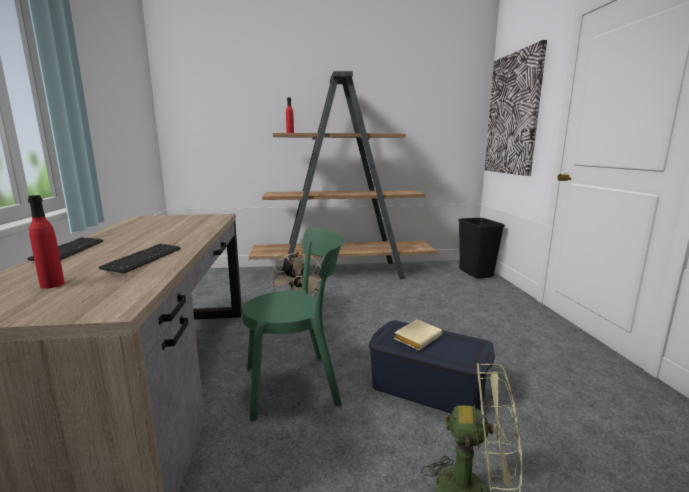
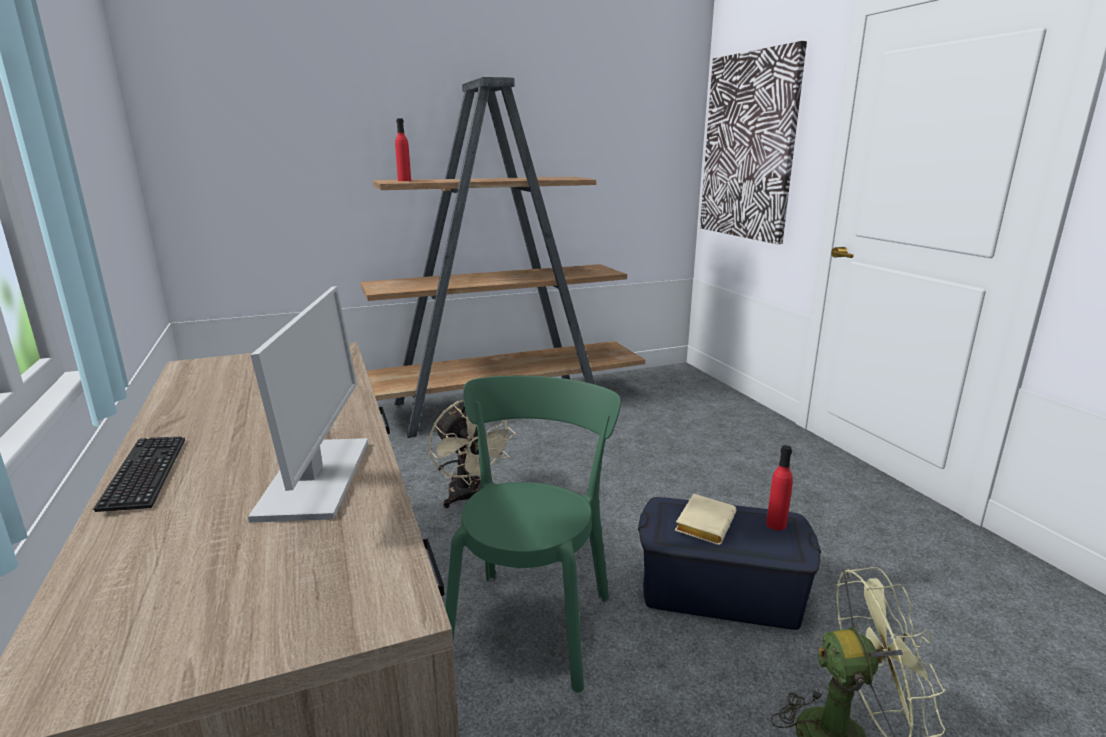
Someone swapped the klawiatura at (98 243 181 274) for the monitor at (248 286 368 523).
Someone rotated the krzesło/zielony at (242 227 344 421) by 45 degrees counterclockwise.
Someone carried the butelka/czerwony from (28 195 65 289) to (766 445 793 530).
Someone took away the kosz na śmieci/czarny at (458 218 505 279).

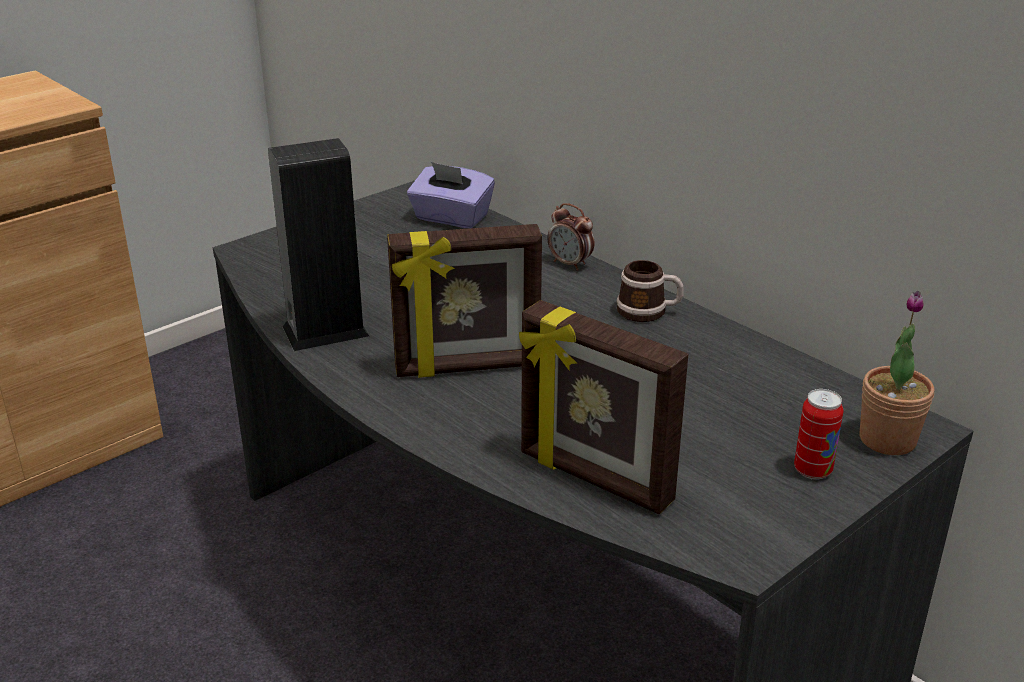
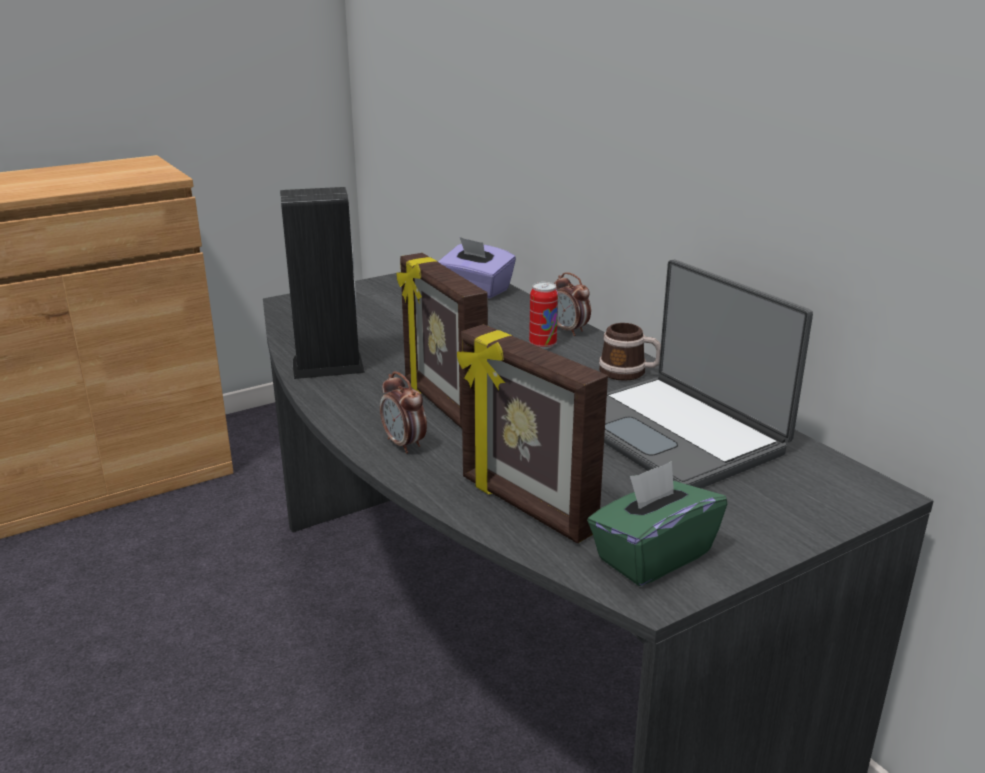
Someone put down the budzik at (380 372 427 453).
Someone rotated the ramka na zdjęcie at (387 224 542 378) by 60 degrees clockwise.
Someone carried the puszka from (794 389 844 480) to (529 282 558 349).
Someone put down the pudełko chusteczek/zielony at (587 461 728 586).
Someone put down the laptop at (604 259 813 488).
Someone took away the roślina doniczkowa at (859 291 934 455).

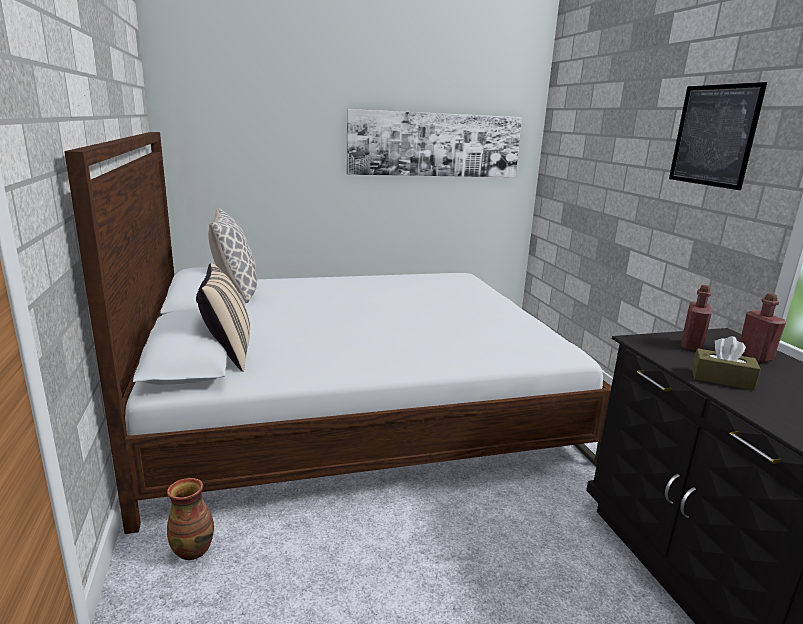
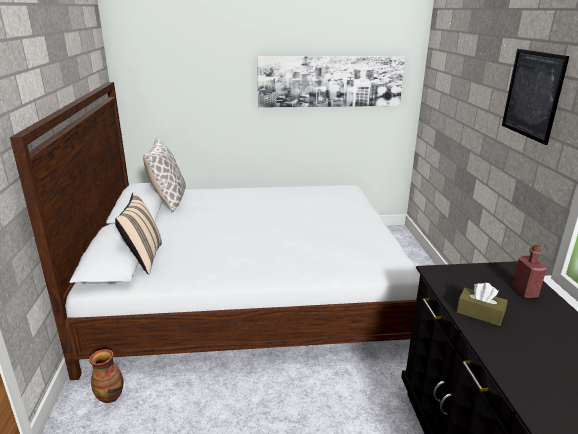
Someone took away the butelka/czerwony at (681 285 711 351).

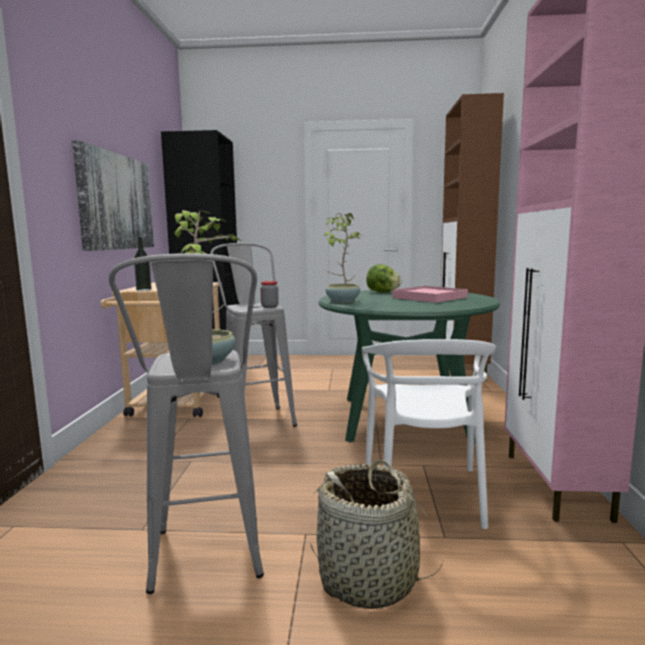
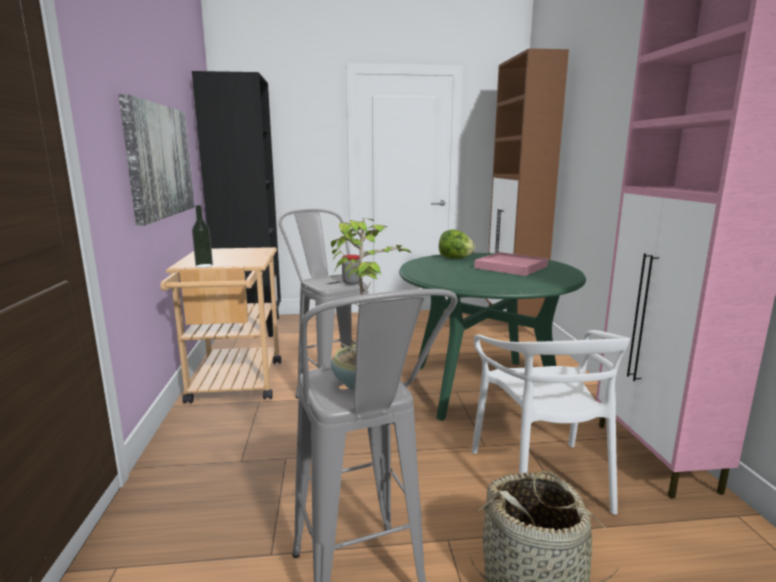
Someone took away the roślina doniczkowa at (324 213 361 303).

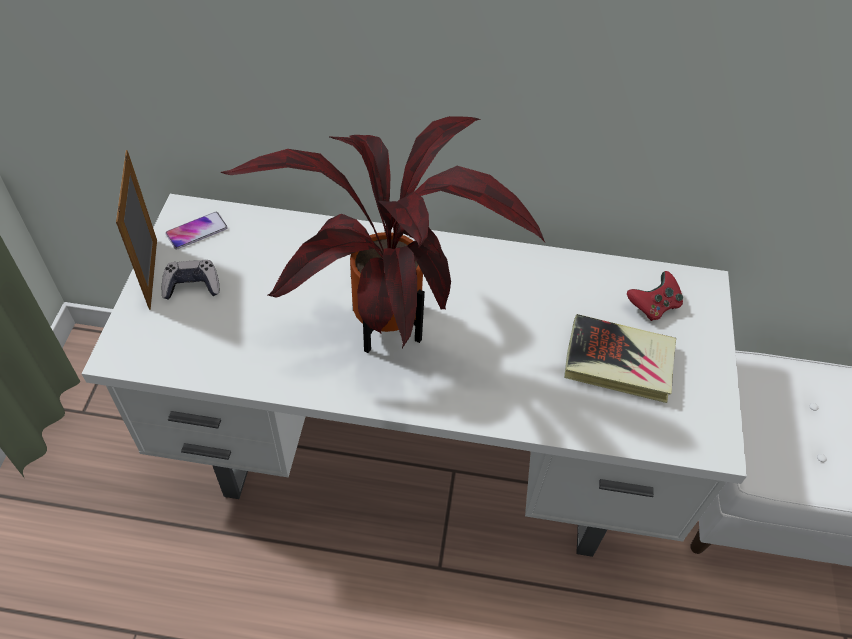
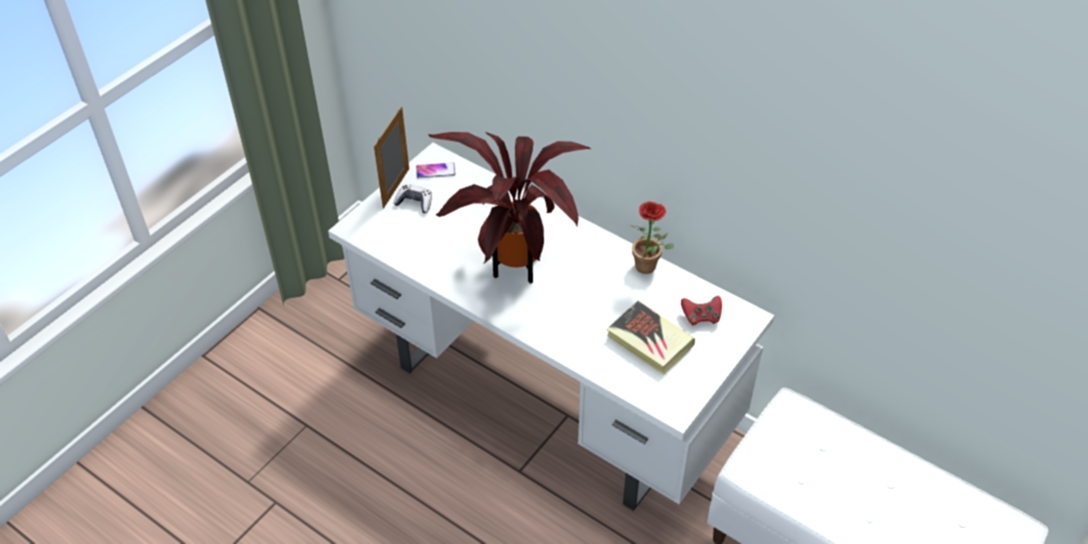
Someone put down the roślina doniczkowa at (630 202 674 274).

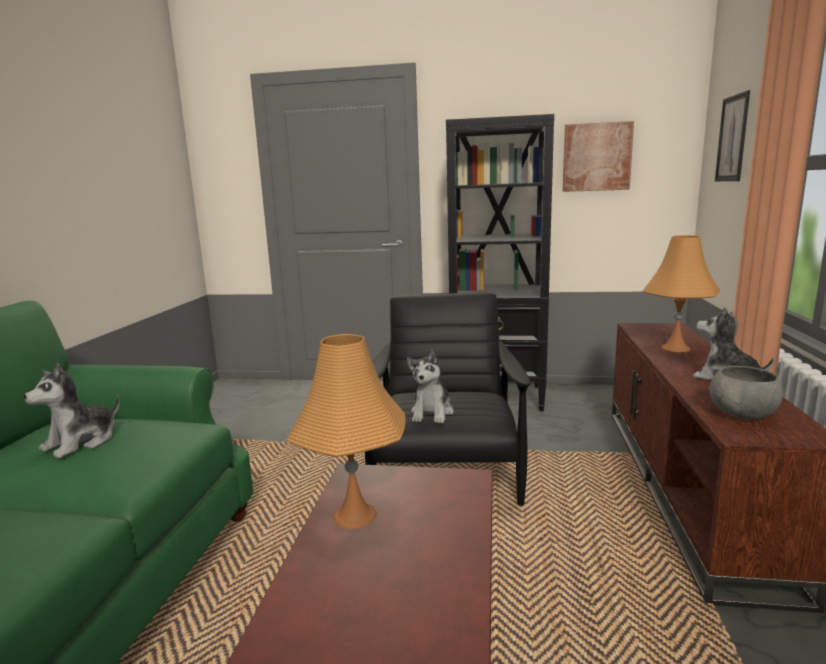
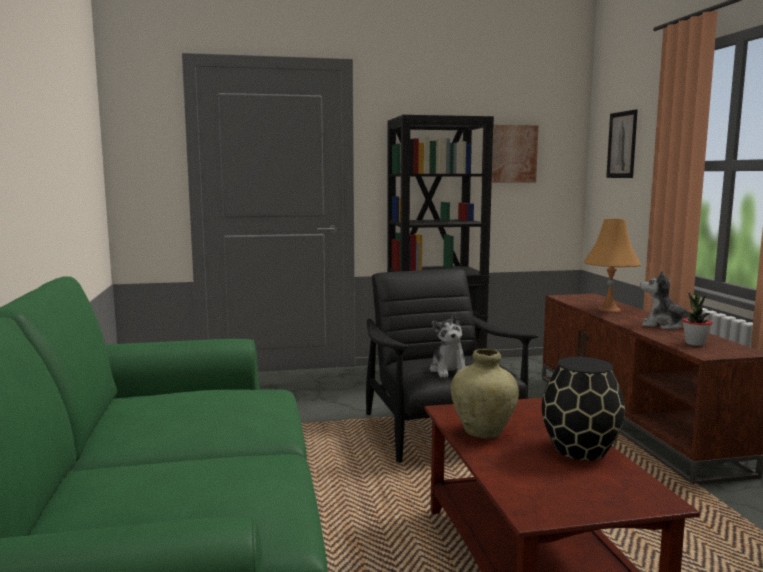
Someone swapped the lampa stołowa/pomarańczowy at (287 334 406 529) for the wazon/beżowy at (451 349 519 438).
Someone put down the wazon/czarny at (542 357 625 461).
Someone swapped the miska/szary at (709 366 783 419) for the roślina doniczkowa at (682 292 712 346).
Someone took away the pluszak at (24 363 120 458).

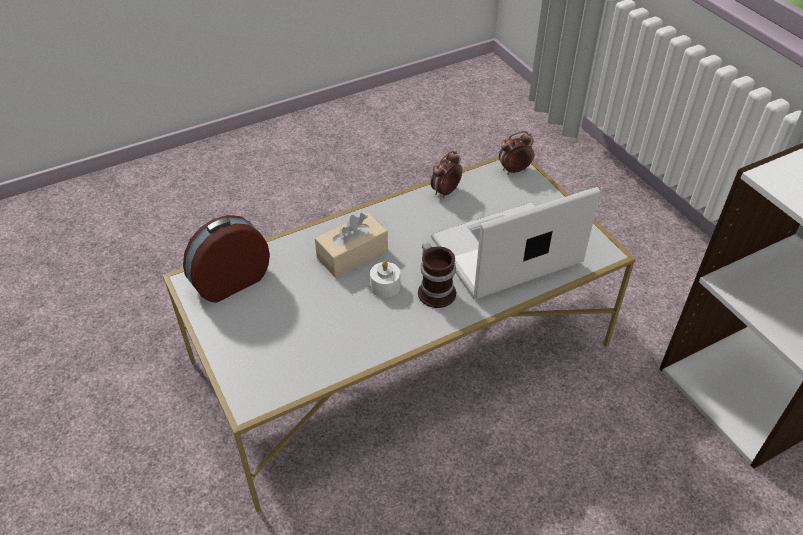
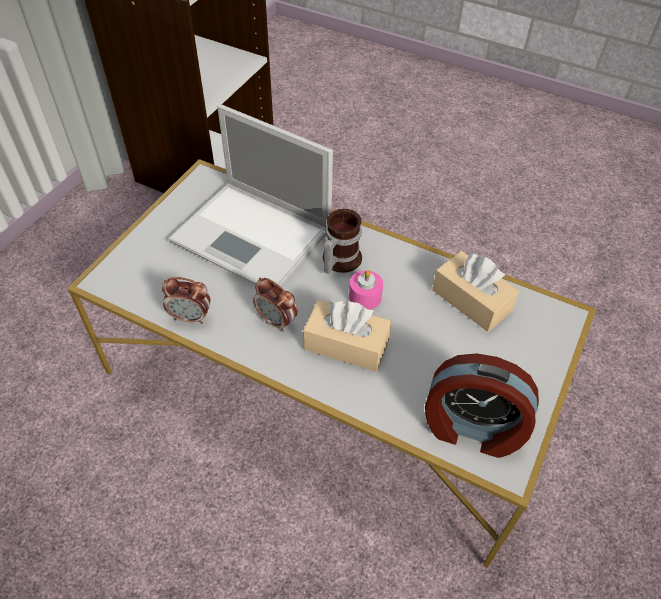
Someone carried the budzik from (499 131 534 174) to (253 278 298 332).
Someone repainted the świeca/biały at (370 261 401 298), which became the świeca/różowy at (349 270 383 310).
Someone put down the pudełko chusteczek/beżowy at (432 251 519 332).

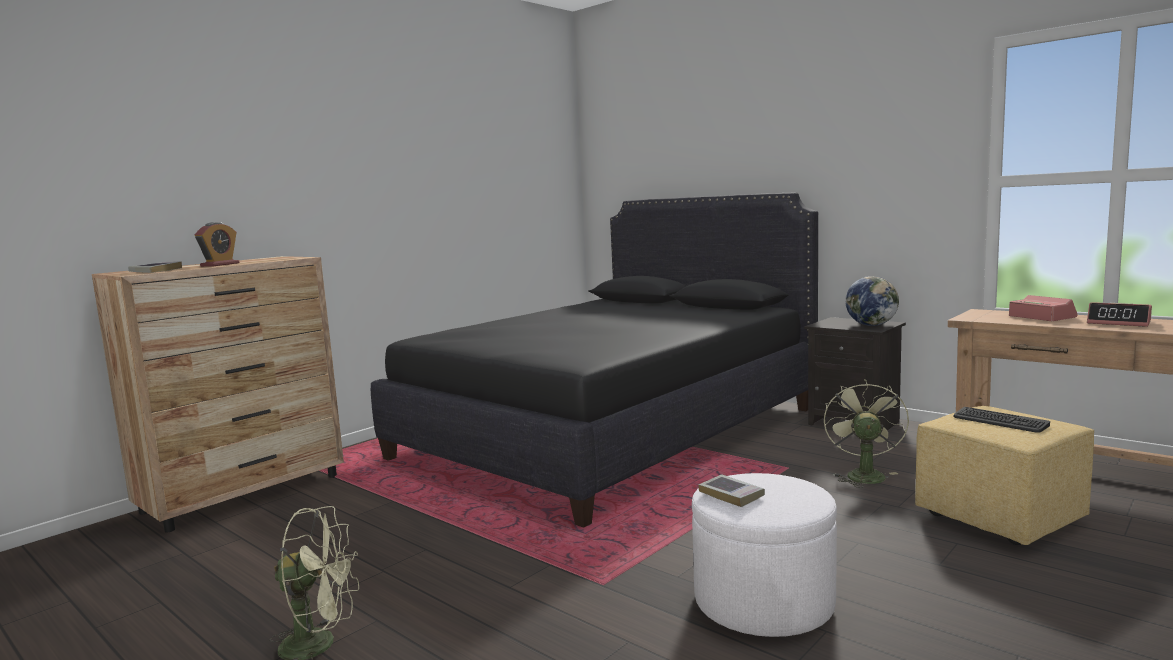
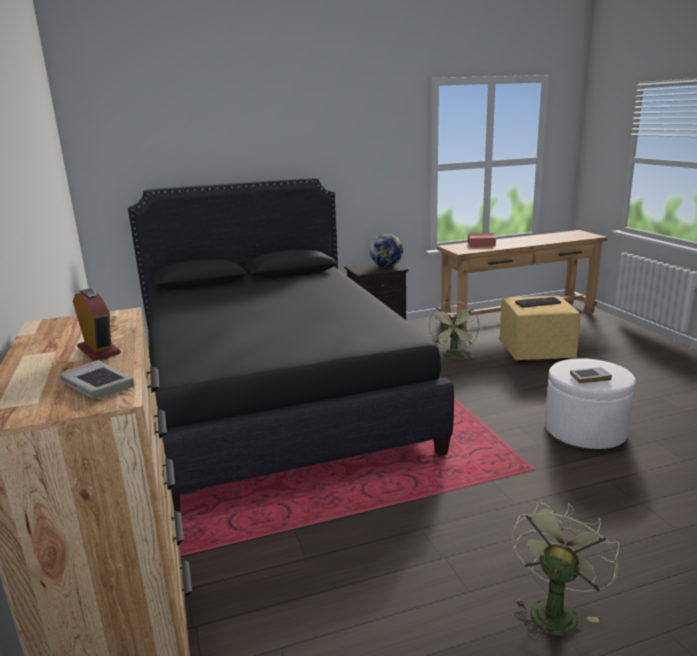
Someone rotated the wentylator/zielony at (824 379 909 488) by 120 degrees counterclockwise.
Someone took away the budzik at (1087 302 1152 327).

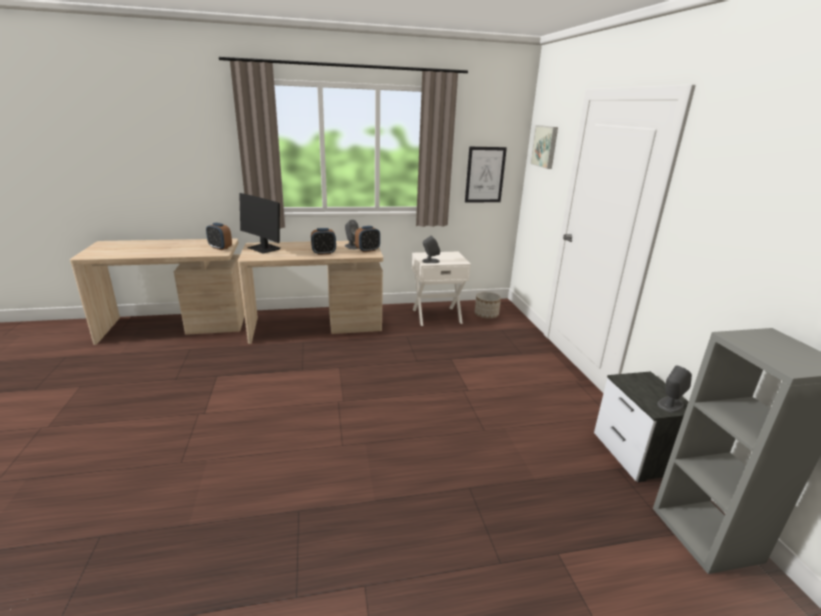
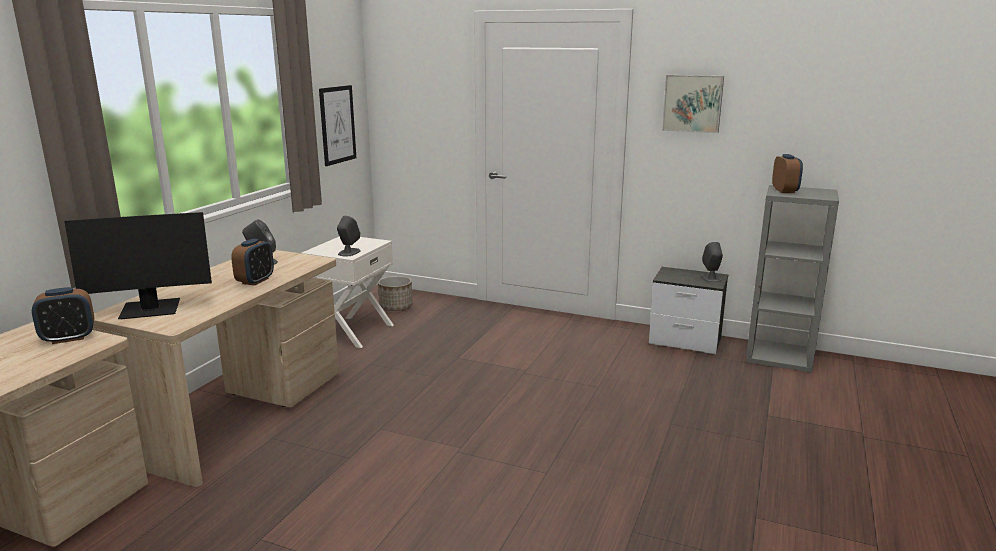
Someone carried the obraz from (530 125 558 169) to (662 75 724 133).
Someone carried the budzik from (355 226 380 252) to (772 154 803 193).

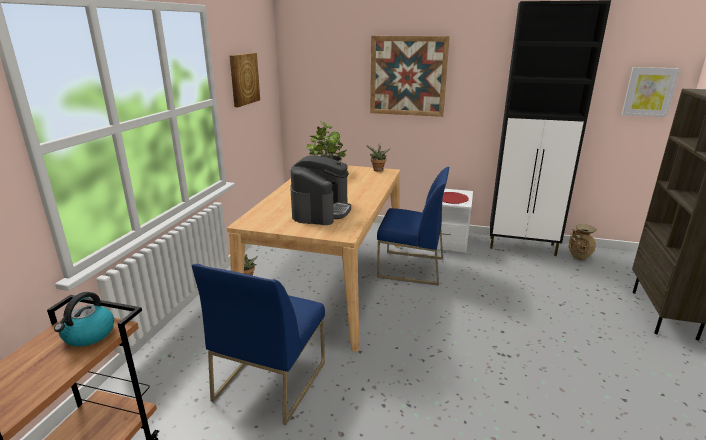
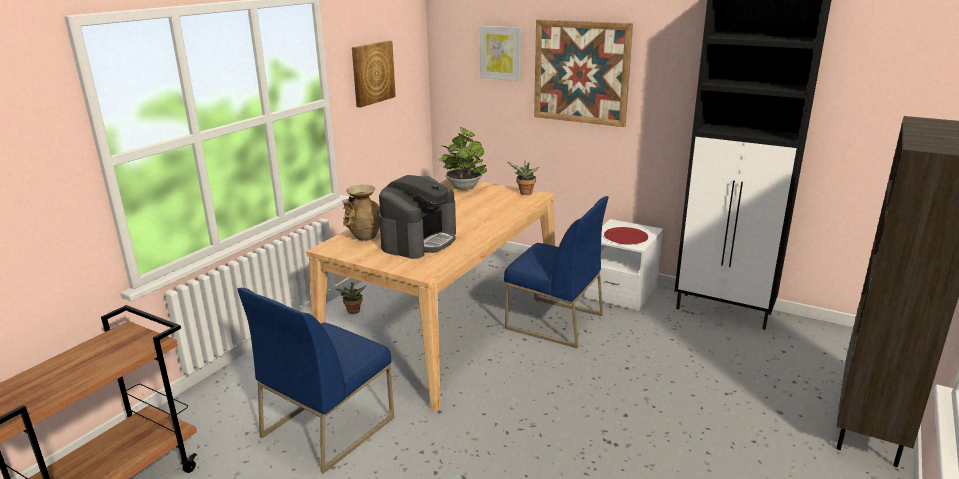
Someone carried the wazon/beżowy from (568 224 597 260) to (342 185 380 241).
Someone carried the obraz from (622 67 680 117) to (480 26 521 82).
Someone took away the czajnik at (54 292 114 347).

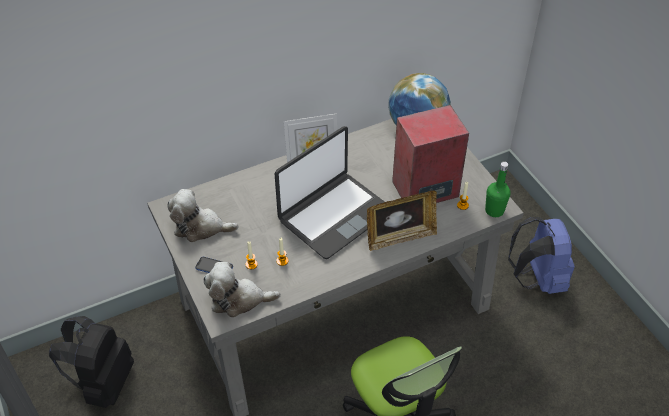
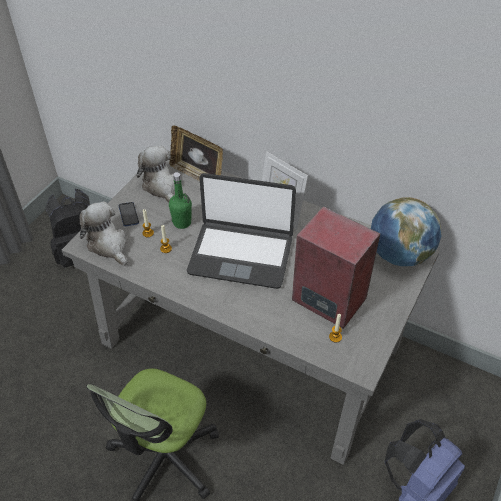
Someone carried the butelka/zielony from (485 162 510 217) to (169 172 192 229).
Someone carried the ramka na zdjęcie from (367 191 437 251) to (170 125 223 181).

